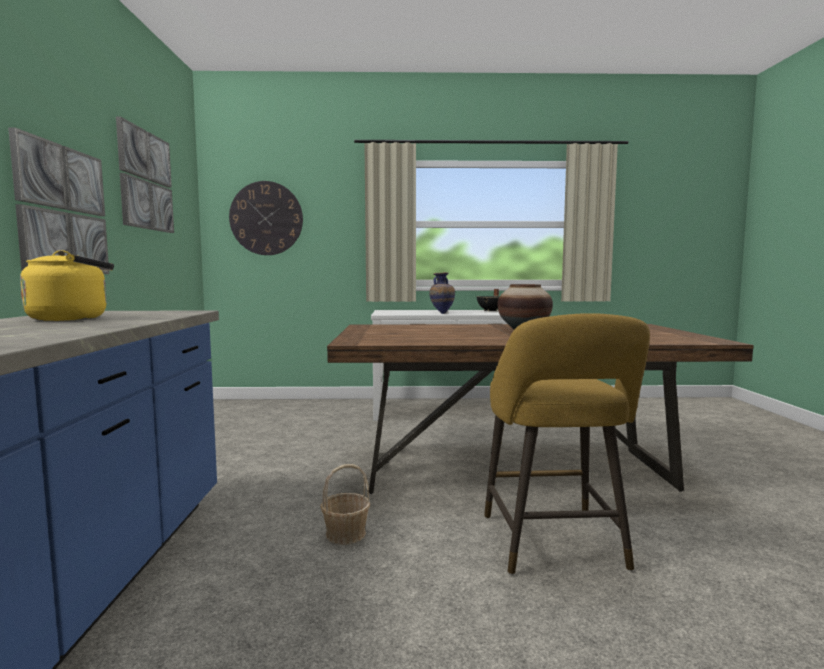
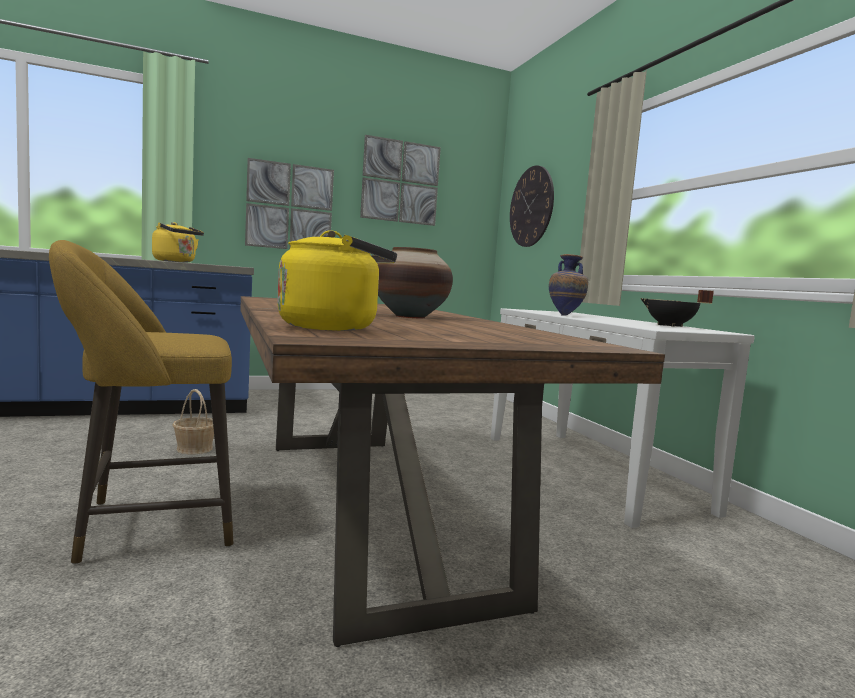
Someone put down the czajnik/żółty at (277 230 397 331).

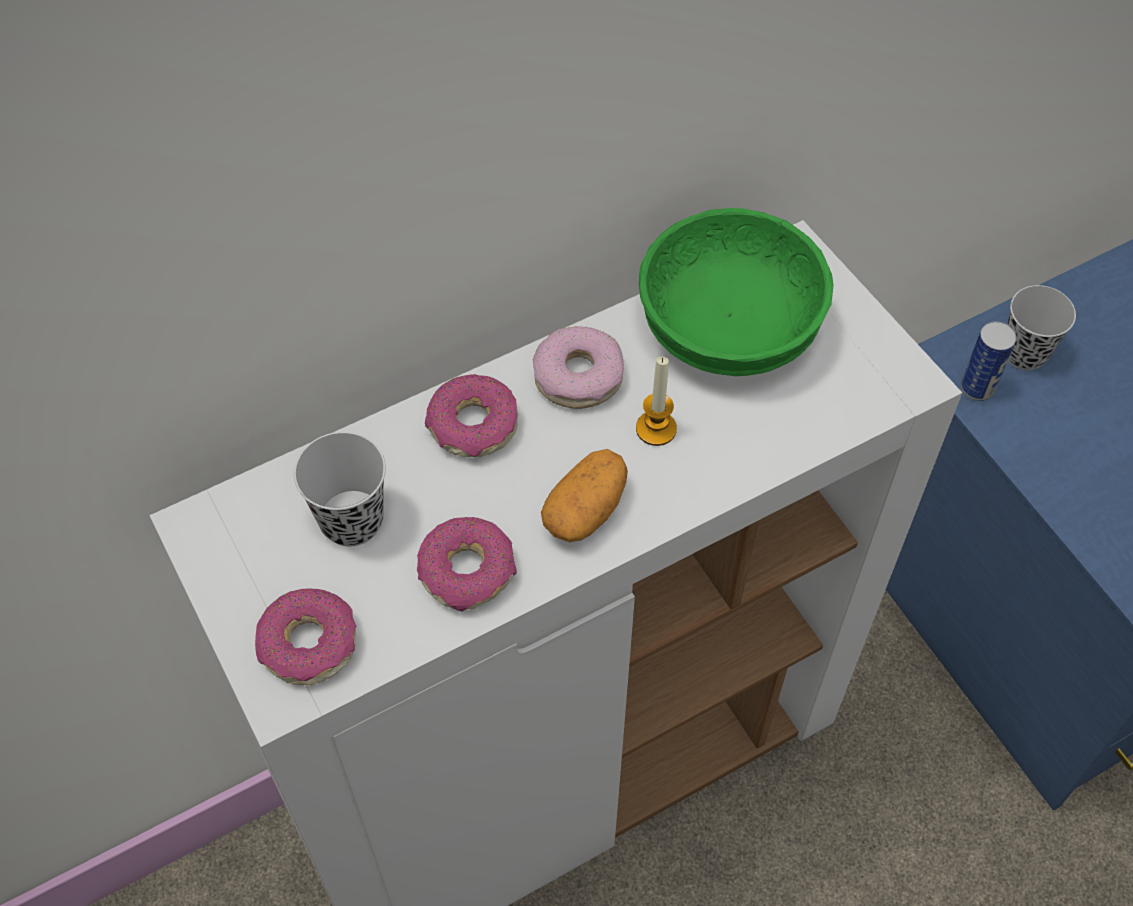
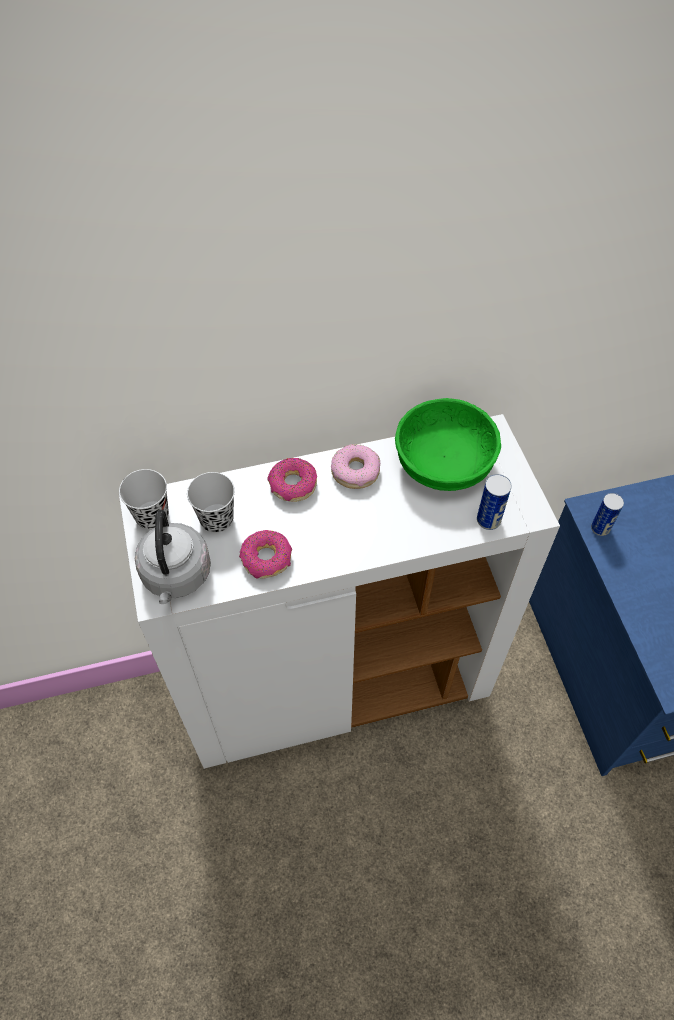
Someone carried the filiżanka/czarny from (1008 285 1076 370) to (119 469 169 530).
Someone swapped the donut at (255 588 356 685) for the czajnik/szary at (135 510 211 604).
Someone put down the puszka at (477 474 512 530).
Someone took away the ziemniak at (541 449 628 542).
Someone took away the świeca at (636 357 677 446).

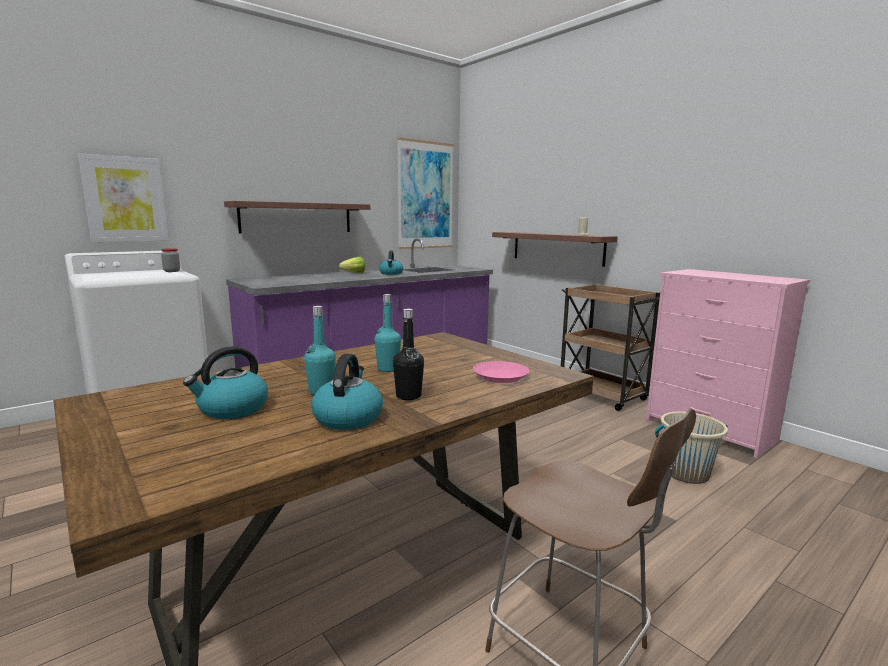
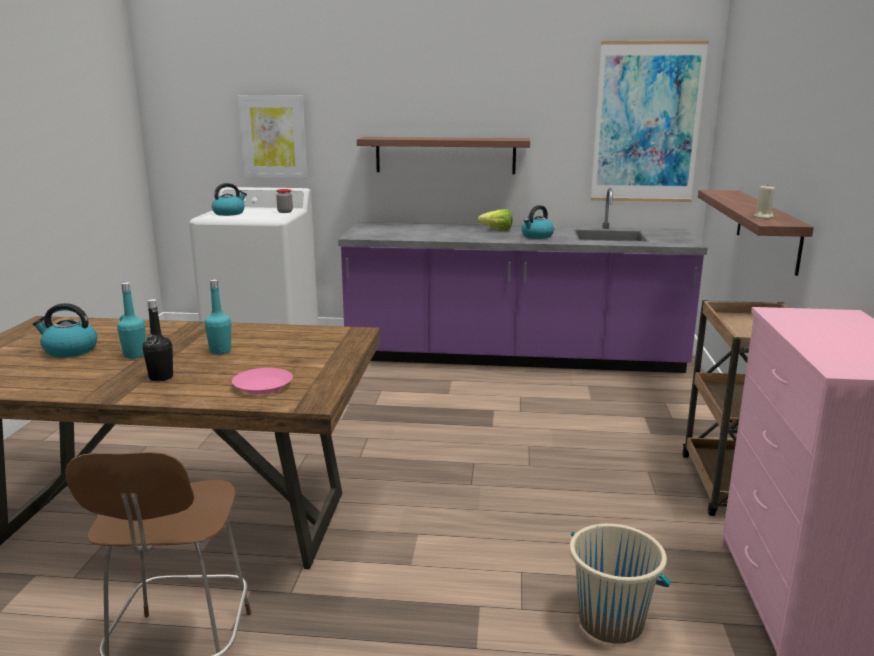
Someone carried the czajnik from (311 353 383 430) to (212 183 247 216).

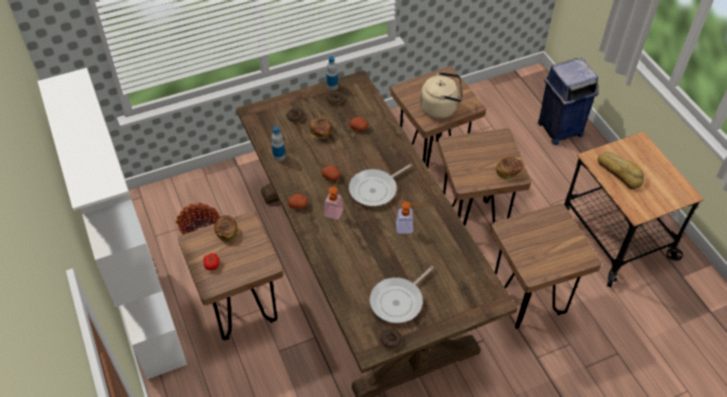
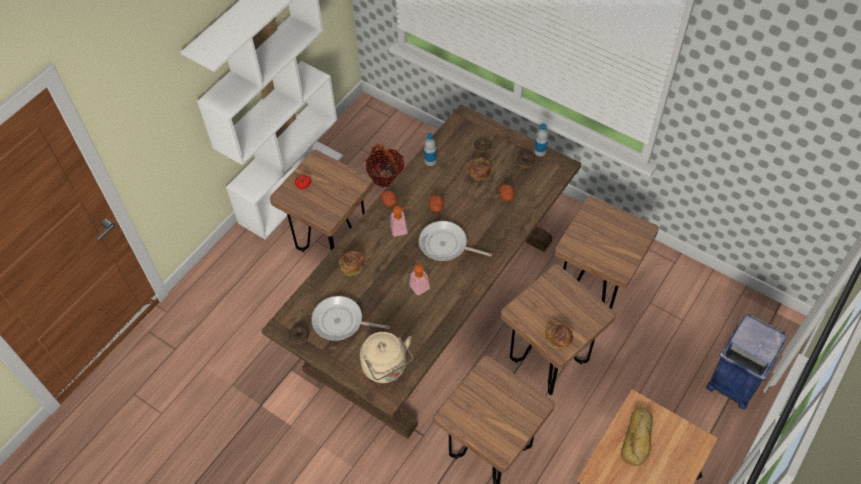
Someone carried the chleb from (214 215 239 242) to (339 250 365 276).
Someone carried the czajnik/beżowy from (420 72 463 119) to (360 332 413 383).

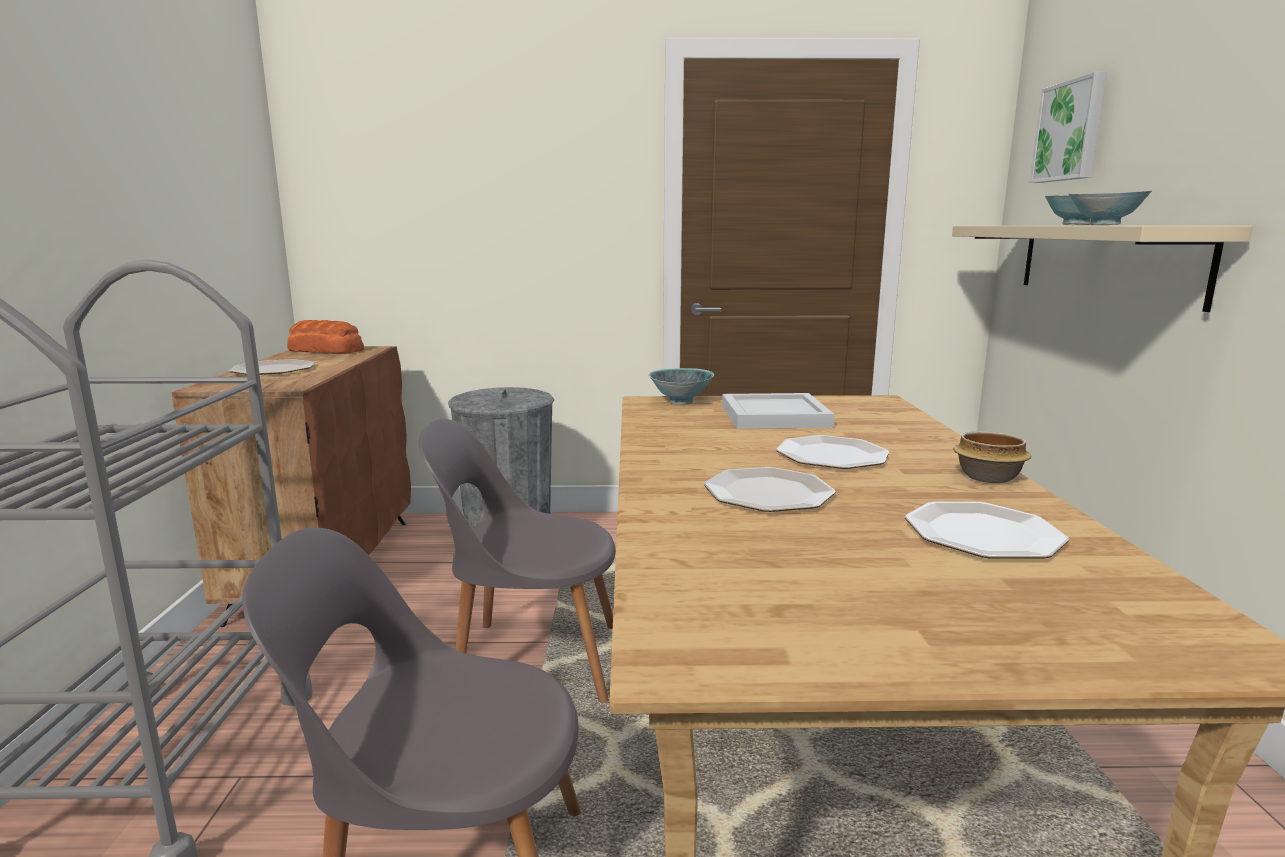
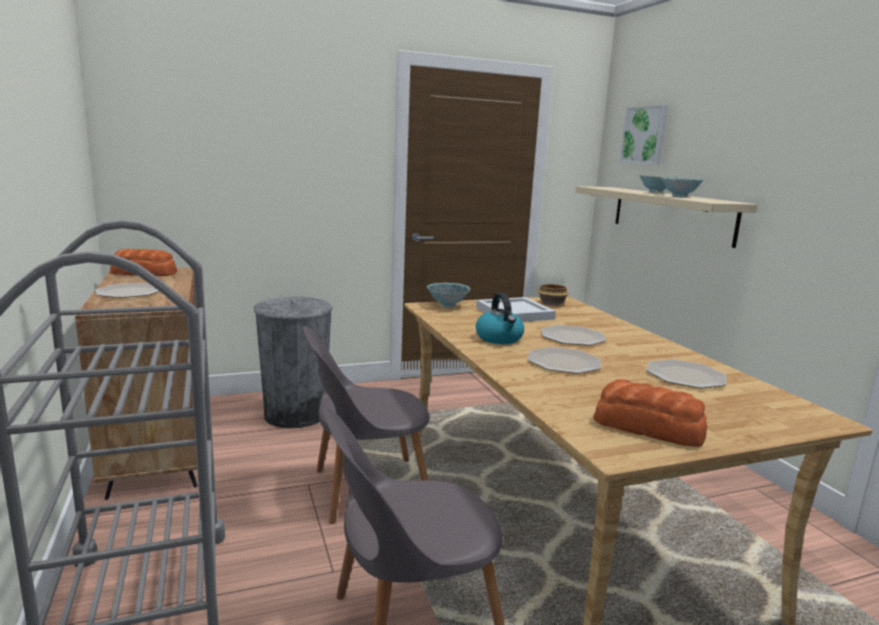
Someone put down the czajnik at (476 293 524 344).
Someone carried the miska from (953 431 1031 483) to (537 284 569 306).
Someone put down the chleb at (593 379 707 447).

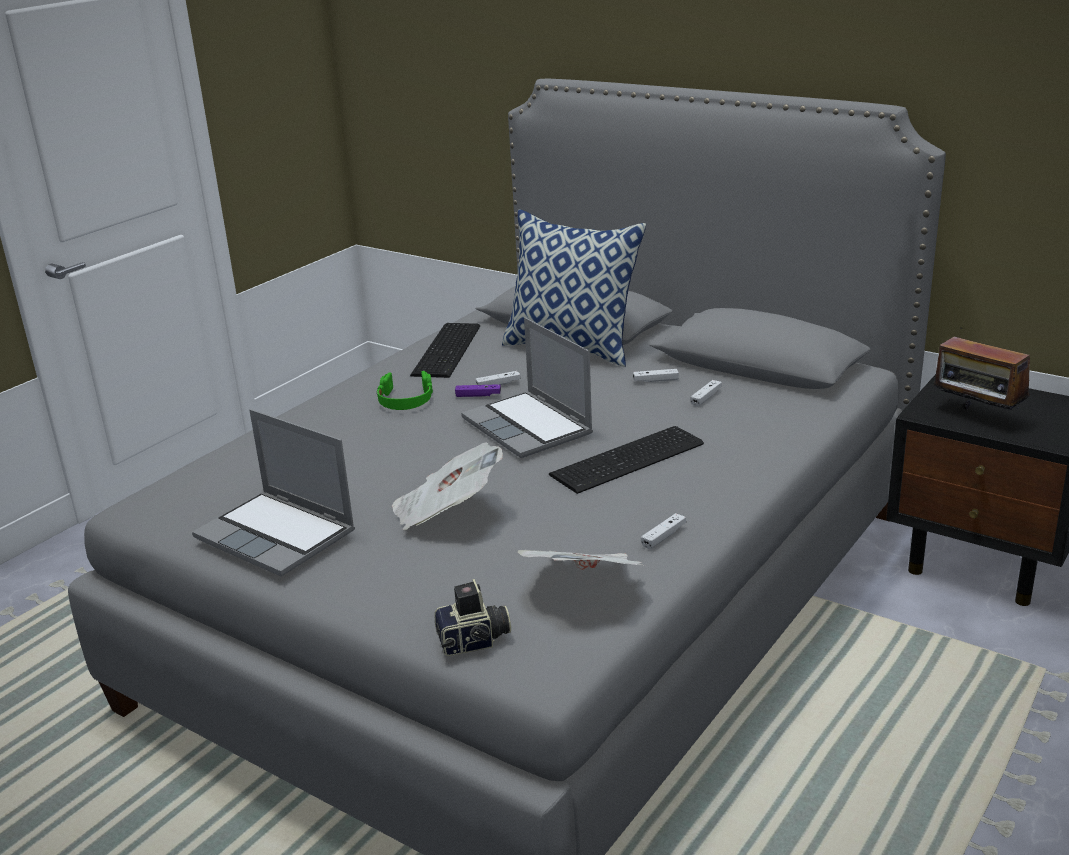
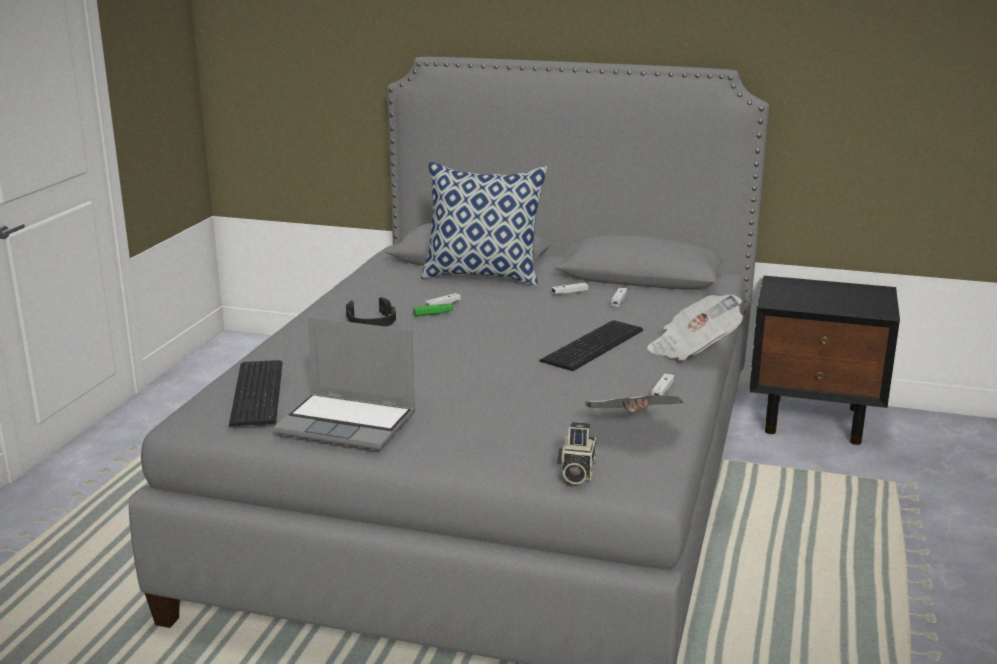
Someone carried the klawiatura from (410 323 480 378) to (229 360 283 426).
Someone repainted the słuchawki/zielony at (377 371 433 410), which became the słuchawki/czarny at (346 297 396 327).
Someone repainted the pad do gier/fioletowy at (455 384 501 397), which became the pad do gier/zielony at (413 303 453 316).
Someone rotated the aparat fotograficzny at (434 579 511 656) by 135 degrees clockwise.
Someone carried the gazeta from (392 442 503 531) to (647 295 743 360).
Someone took away the laptop at (461 318 593 458).
Someone took away the radio at (934 328 1030 410).

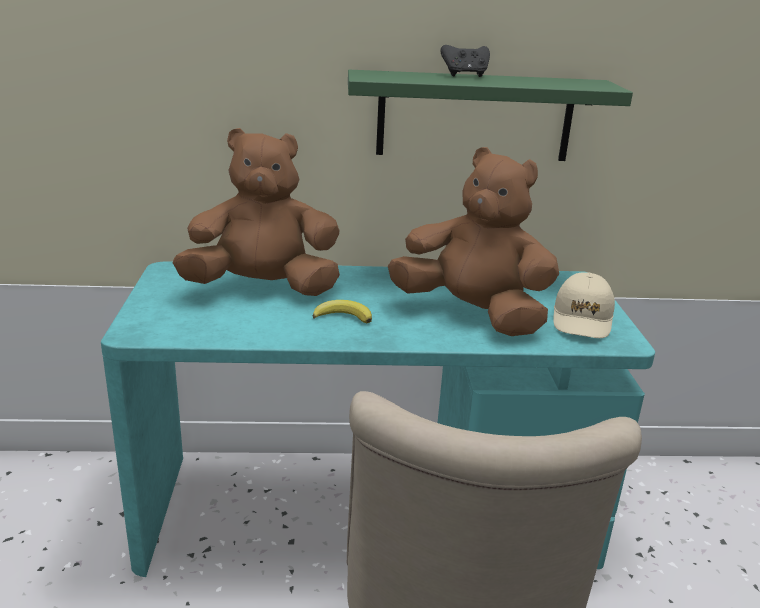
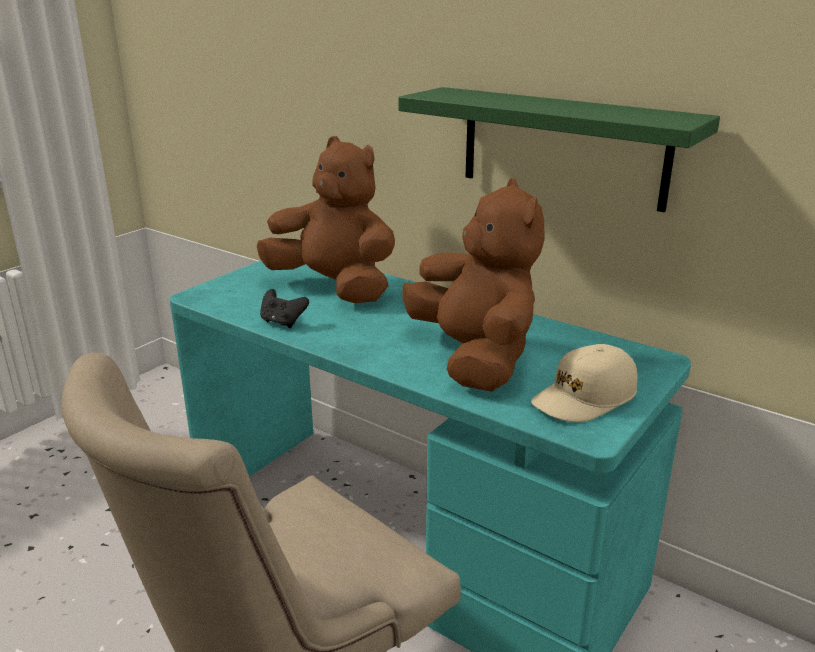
Someone carried the pad do gier/czarny from (440 45 490 77) to (260 289 309 328).
Someone took away the banan at (313 300 372 323).

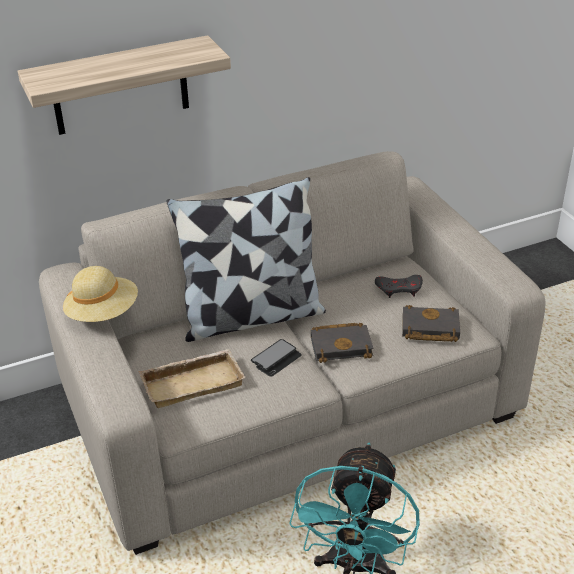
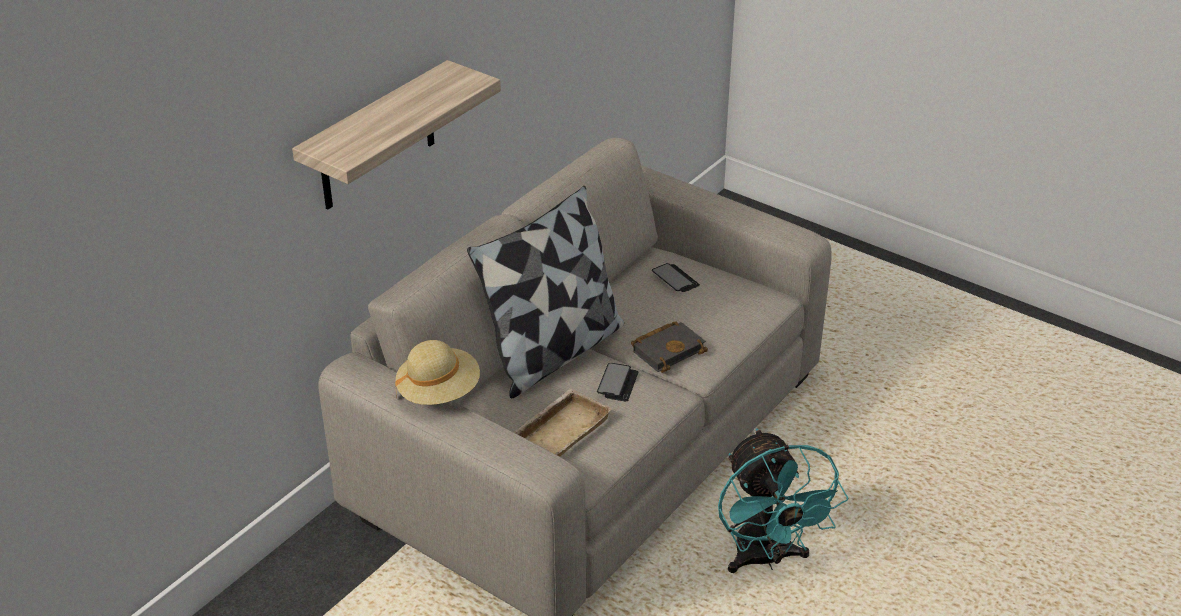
Someone swapped the pad do gier/szary at (375 275 423 298) for the telefon at (652 263 700 292).
Someone took away the książka/czarny at (402 305 460 342).

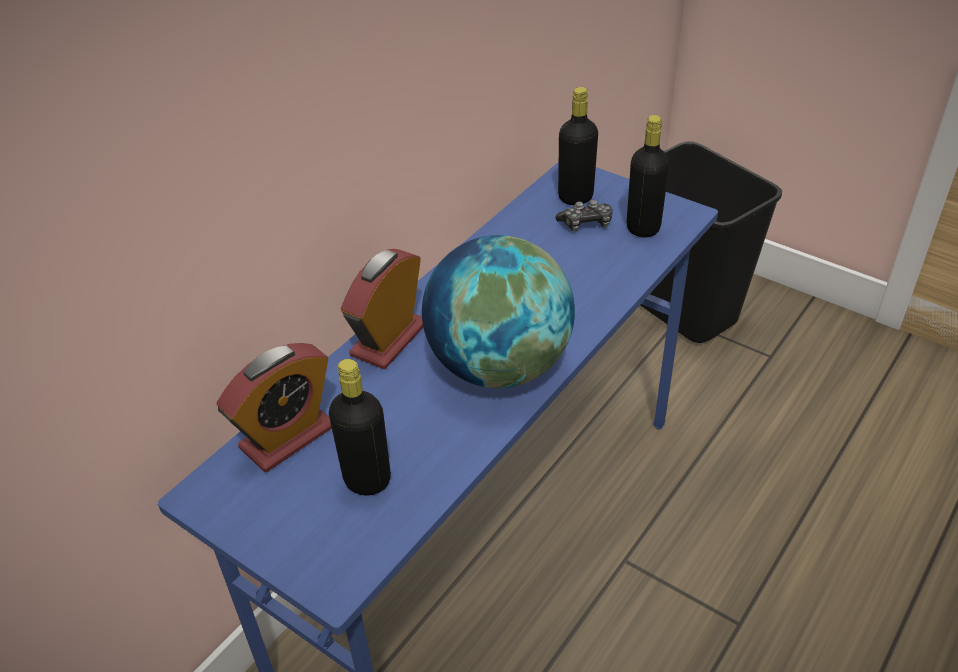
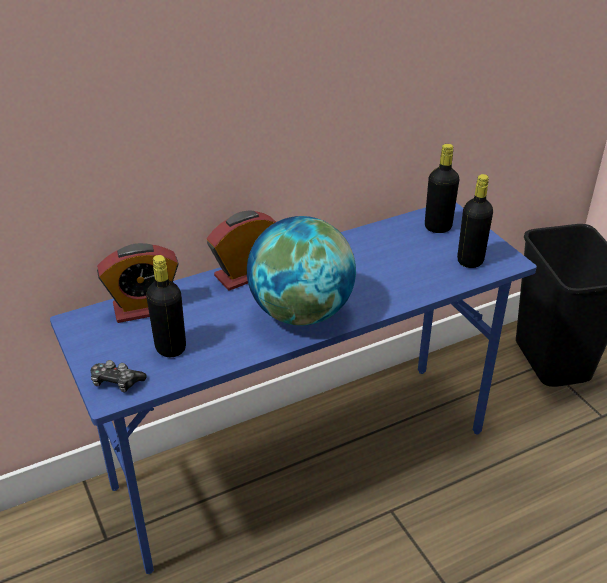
Someone carried the pad do gier from (555 200 613 232) to (91 360 147 392).

